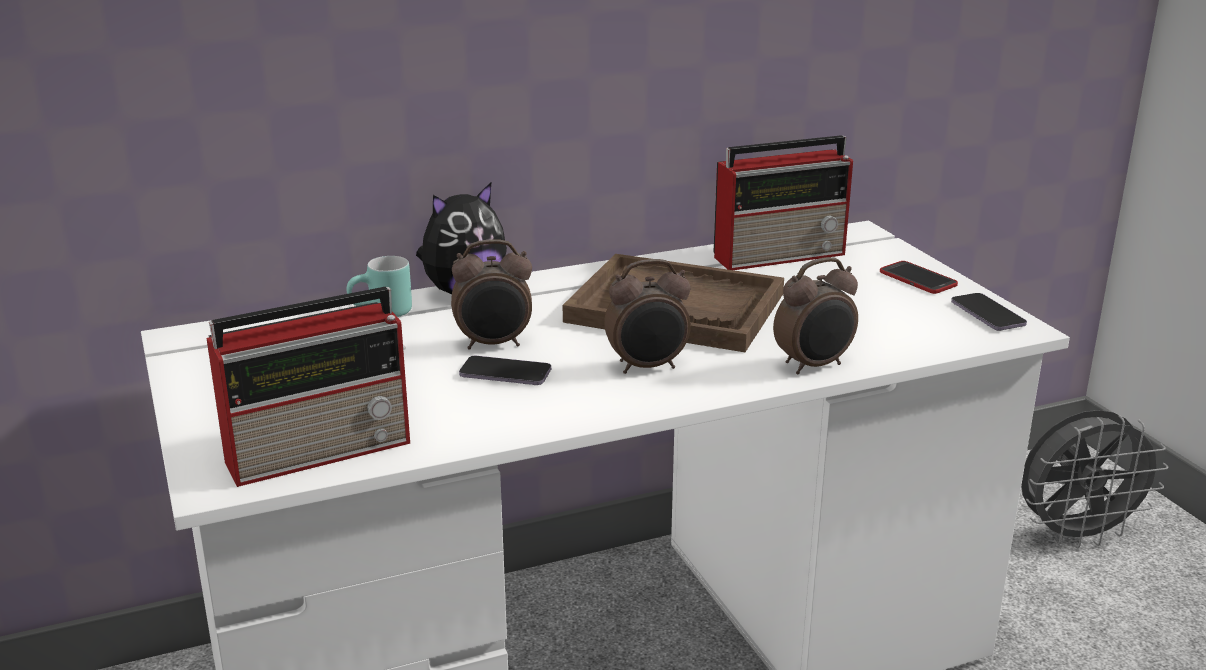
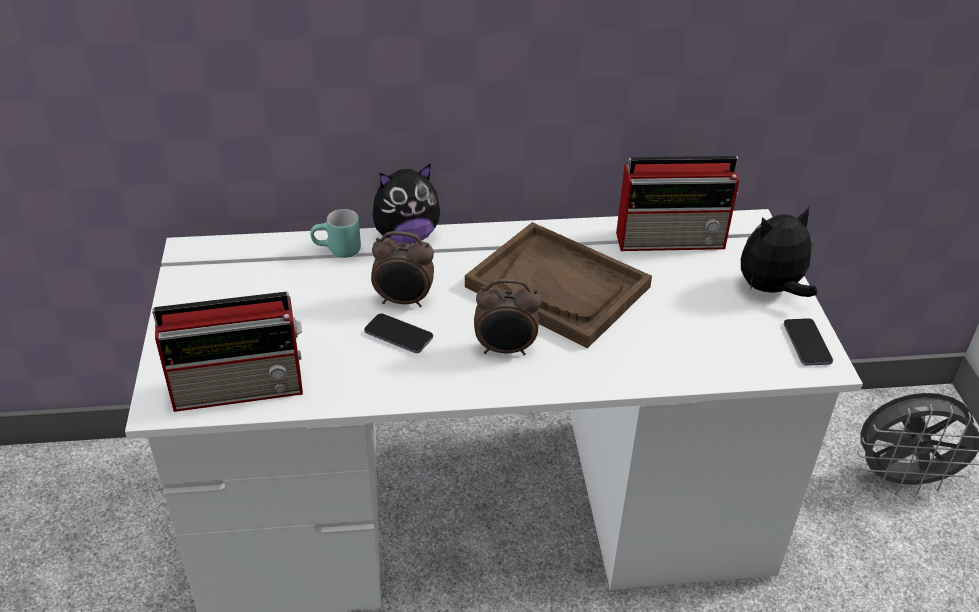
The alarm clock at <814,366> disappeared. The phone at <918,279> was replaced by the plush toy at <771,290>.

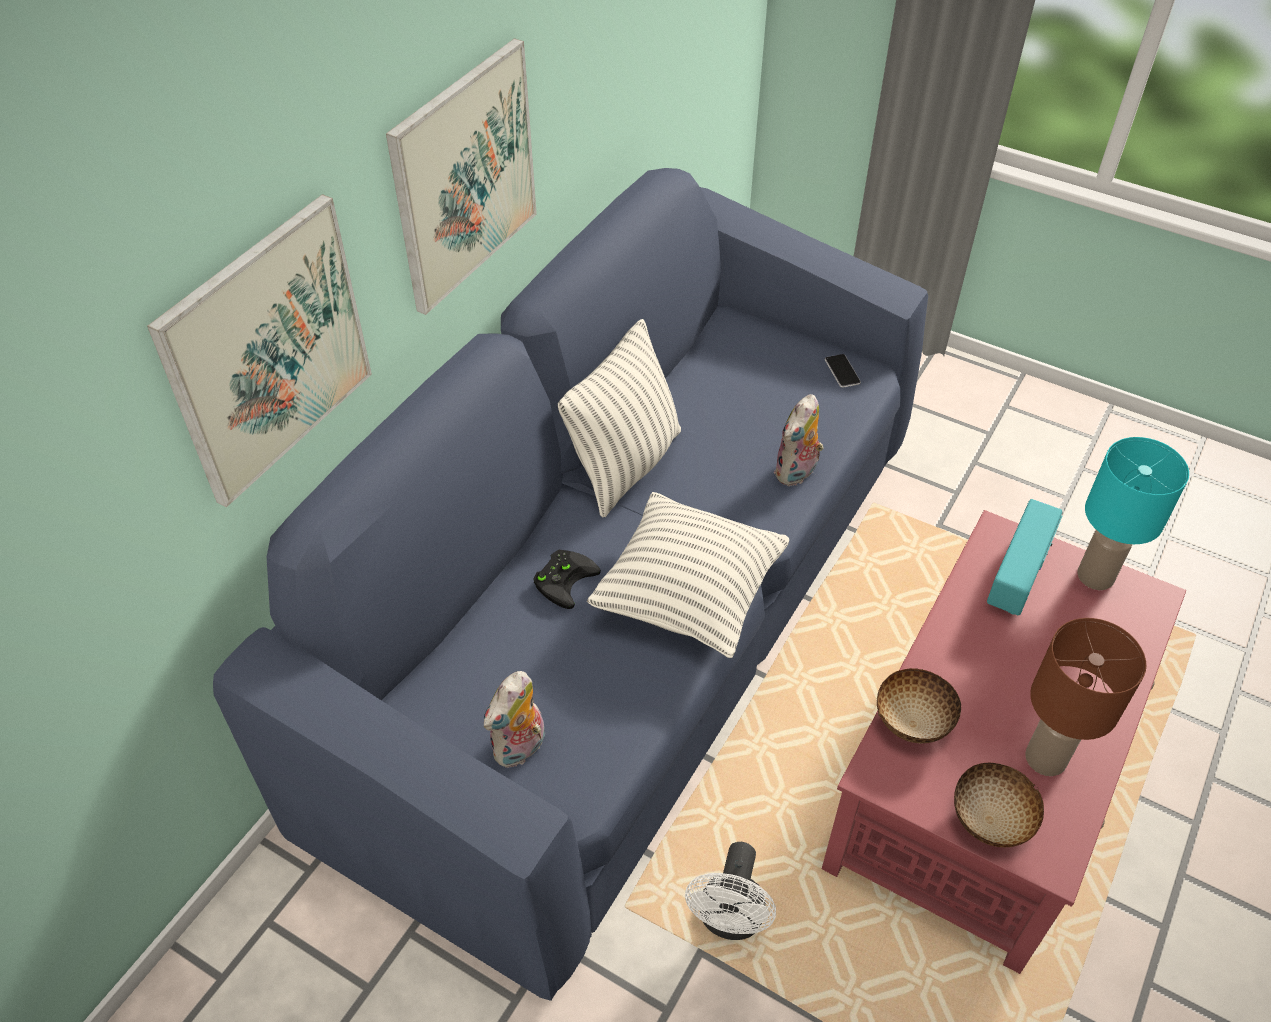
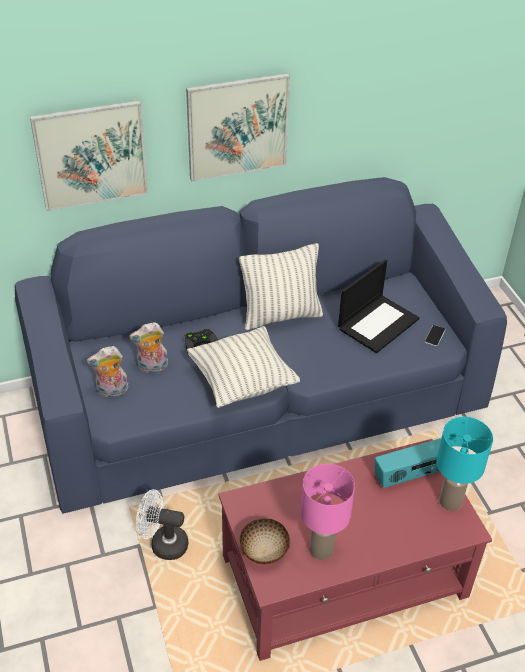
The bowl at <912,722> disappeared. The laptop at <378,323> appeared. The plush toy moved from <797,473> to <152,367>. The brown table lamp at <1044,757> became the pink table lamp at <321,549>. The white fan at <730,920> turned 45 degrees clockwise.

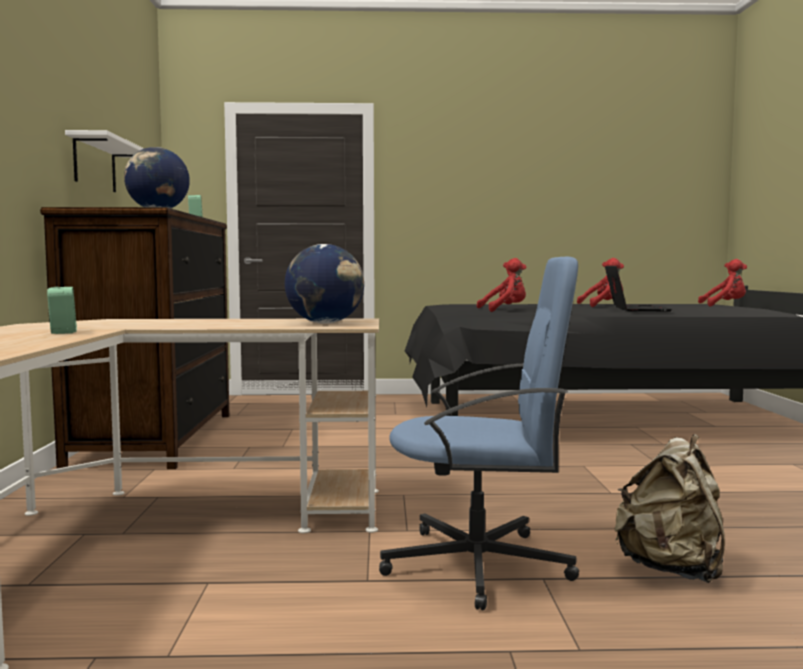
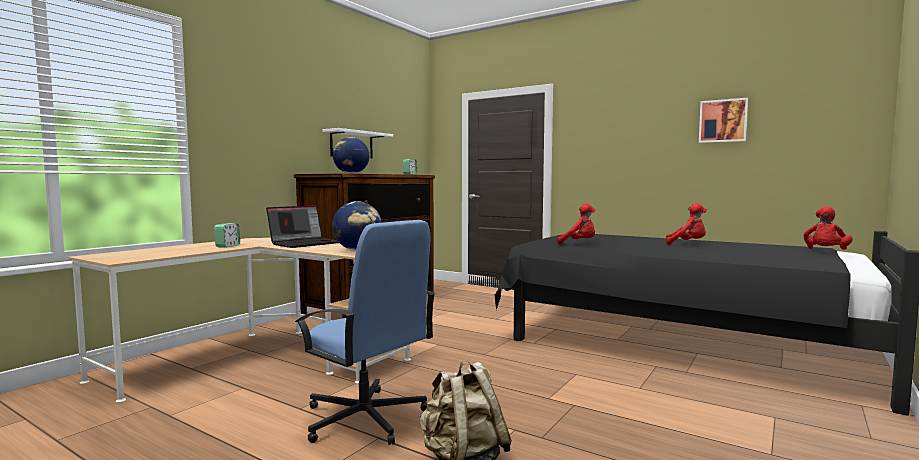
The picture at <723,121> appeared. The laptop moved from <635,309> to <305,243>. The red plush toy at <725,305> turned 90 degrees clockwise.

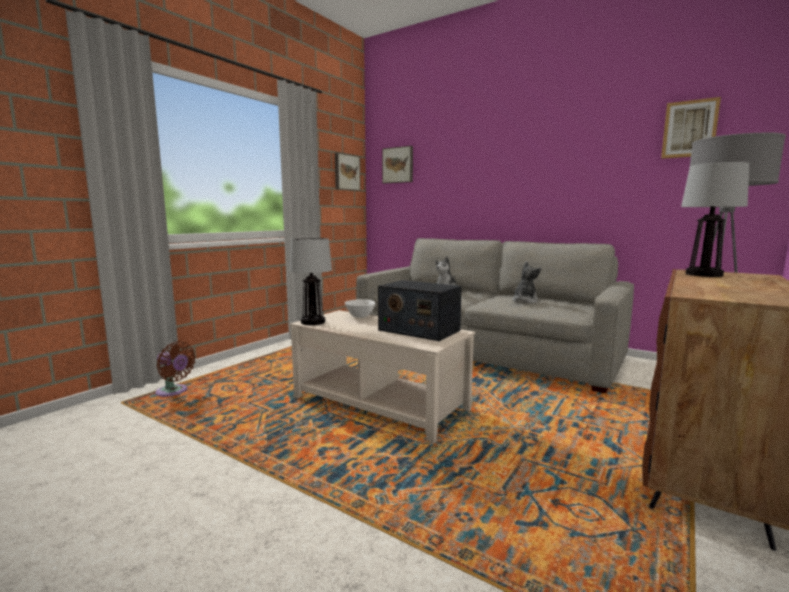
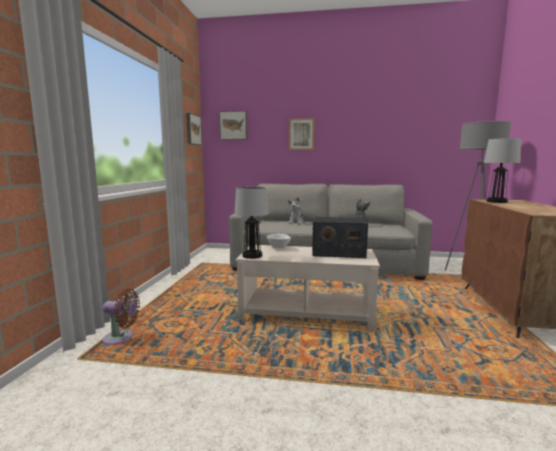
The picture moved from <689,129> to <301,134>.

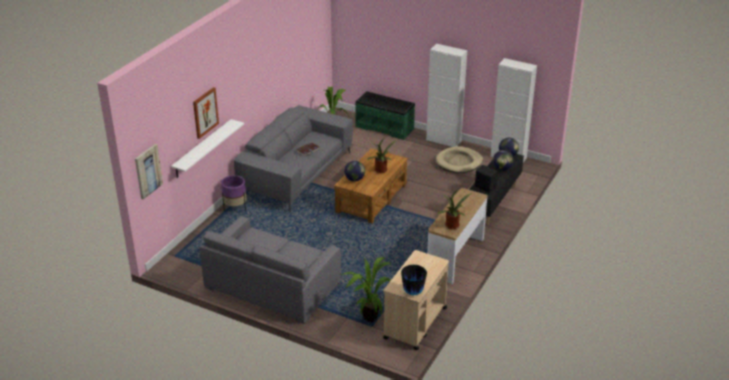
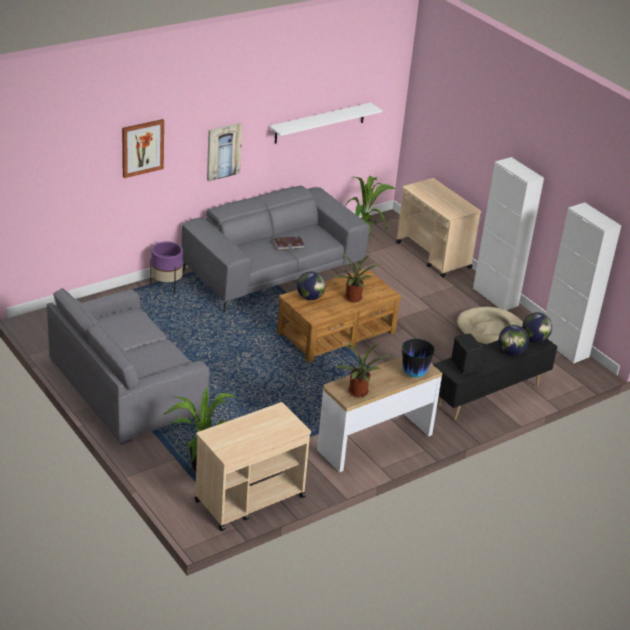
The picture moved from <148,171> to <223,151>. The white shelf moved from <202,148> to <320,123>. The vase moved from <413,292> to <414,374>. The green bench at <385,127> was replaced by the beige cart at <433,255>.

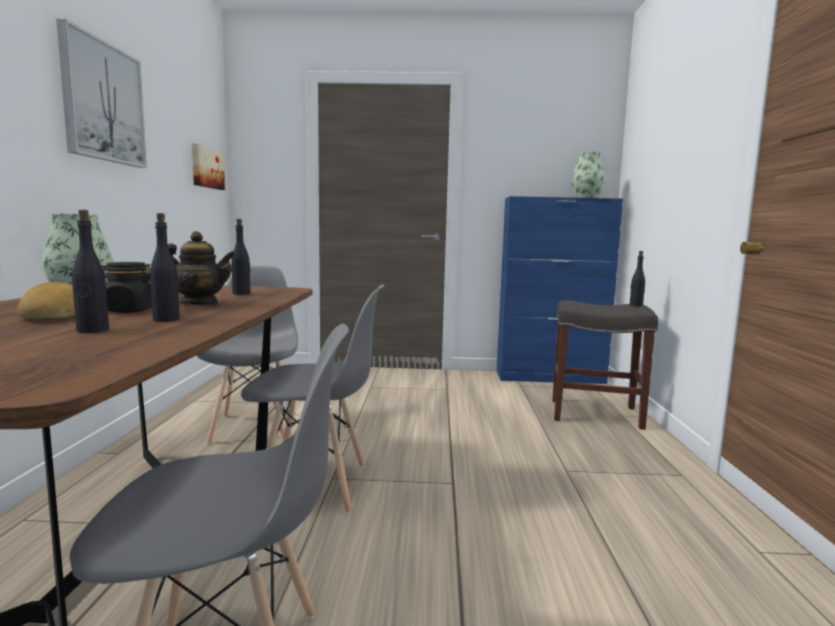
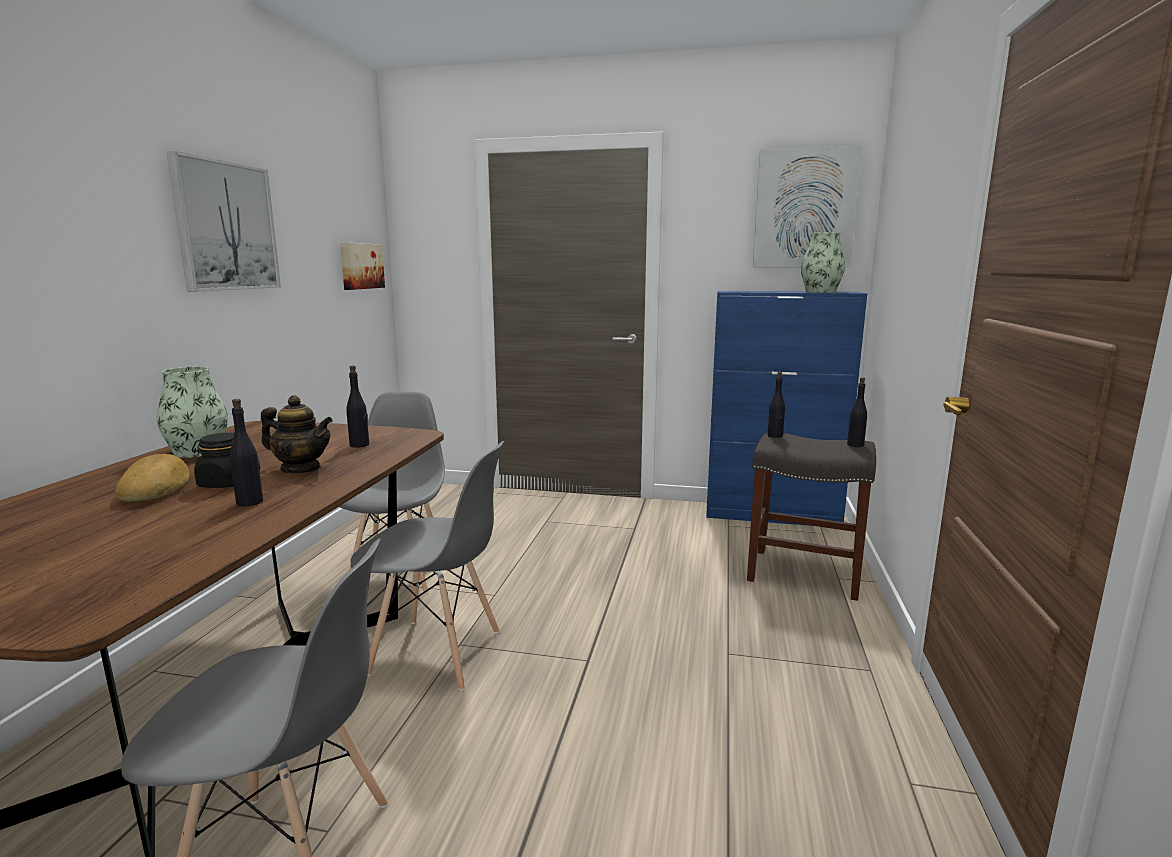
The picture at <804,209> appeared. The black bottle moved from <92,330> to <775,436>.

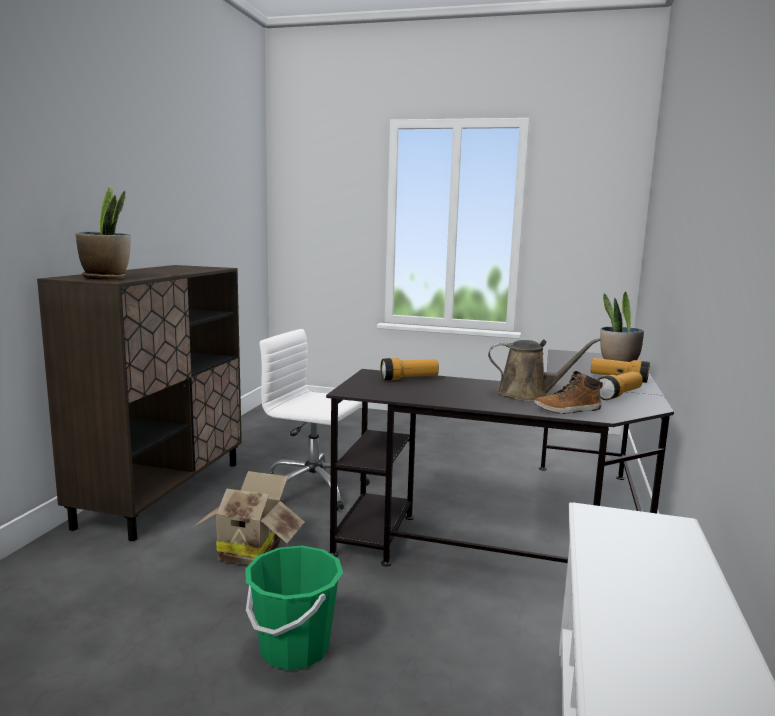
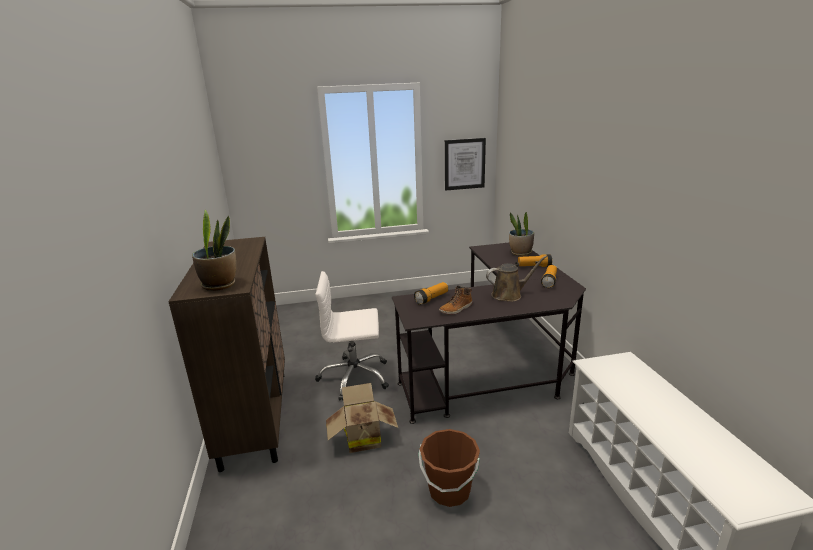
The picture at <464,164> appeared. The boot moved from <568,410> to <456,309>. The green bucket at <294,648> became the brown bucket at <449,490>.

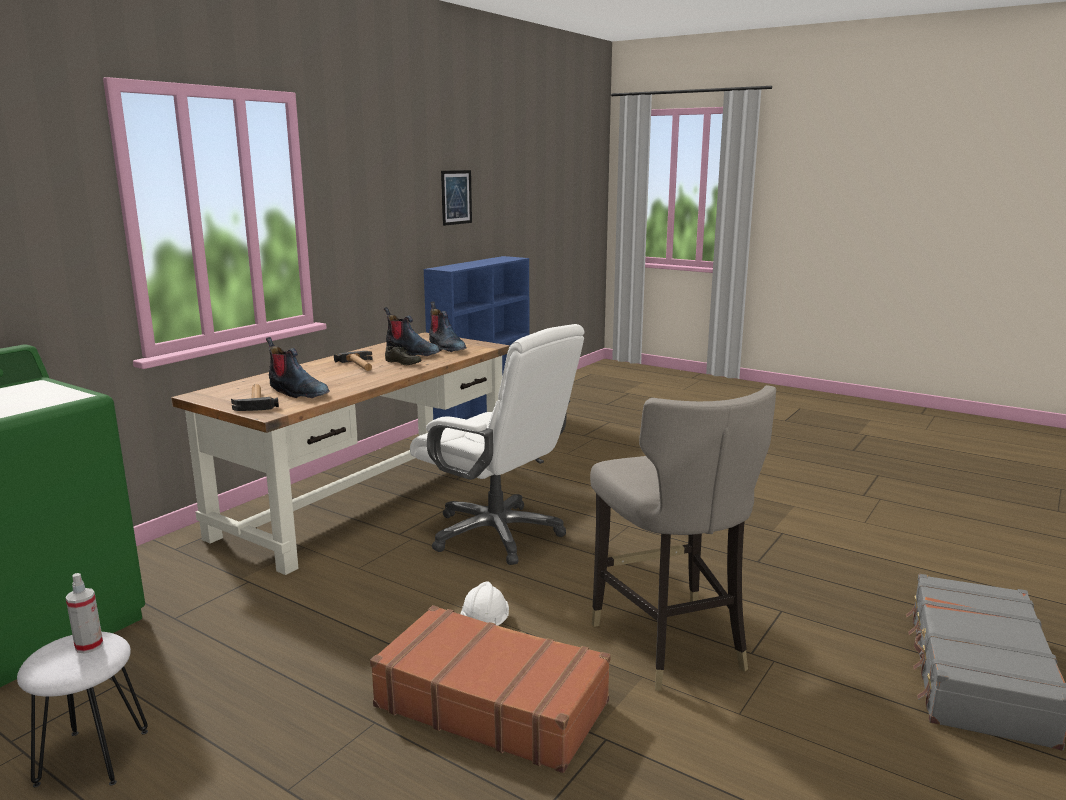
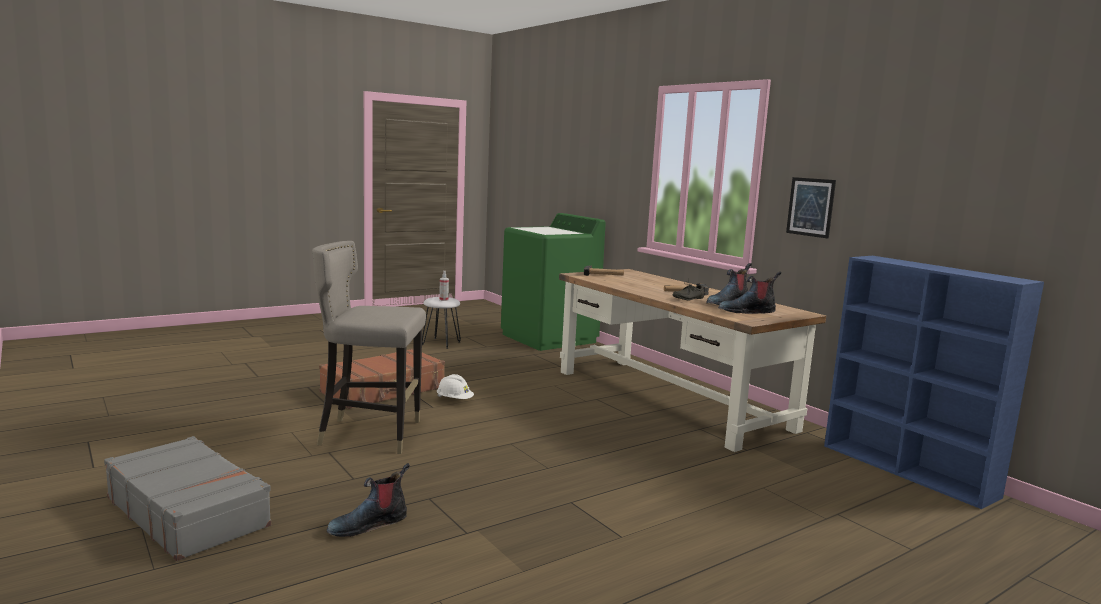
The white office chair at <497,534> disappeared. The boot moved from <297,392> to <368,524>. The picture moved from <456,197> to <810,207>.

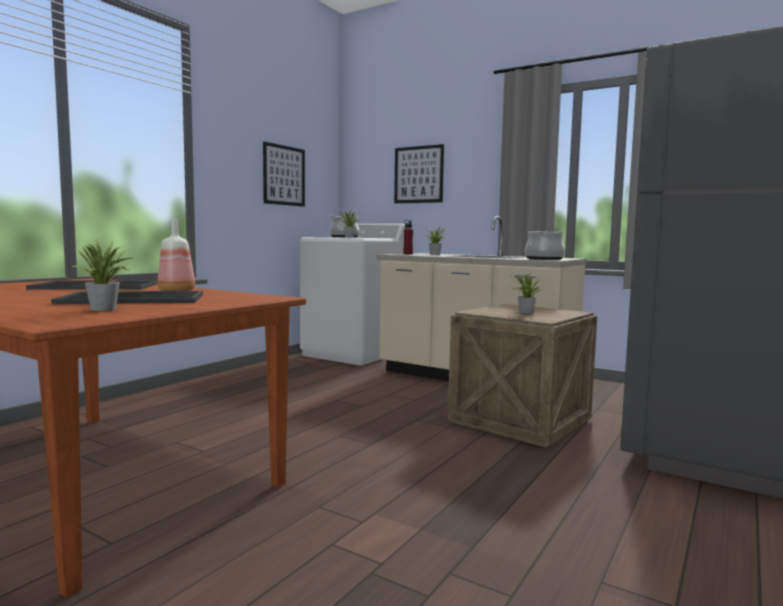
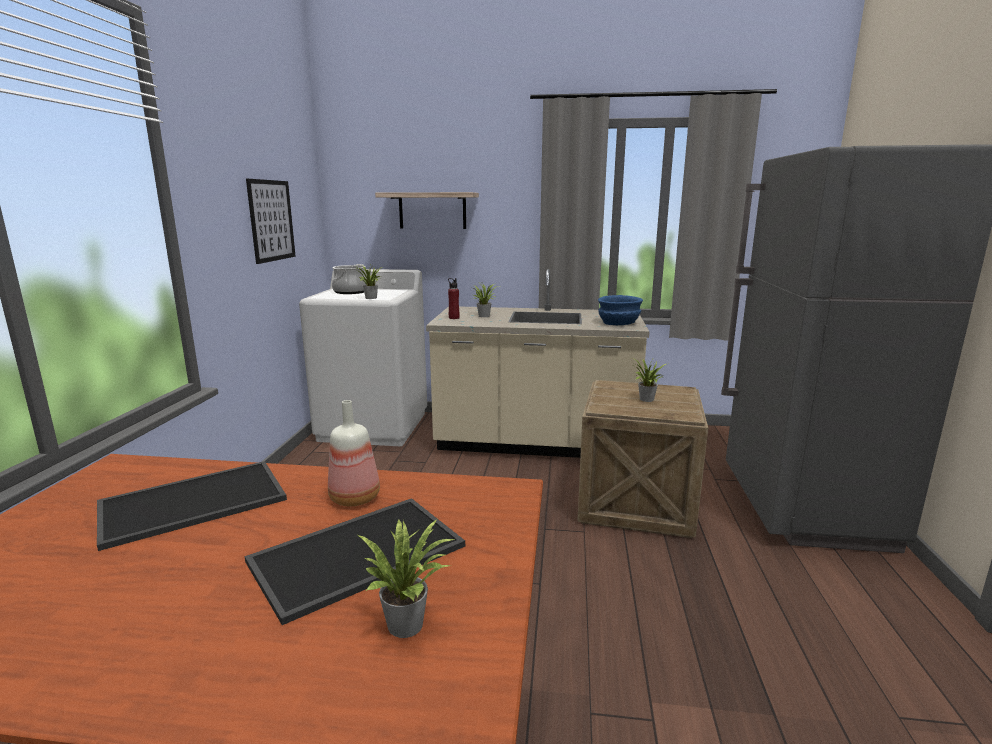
The picture at <418,174> was replaced by the shelf at <432,210>. The cooking pot at <544,259> was replaced by the blue bowl at <618,323>.

